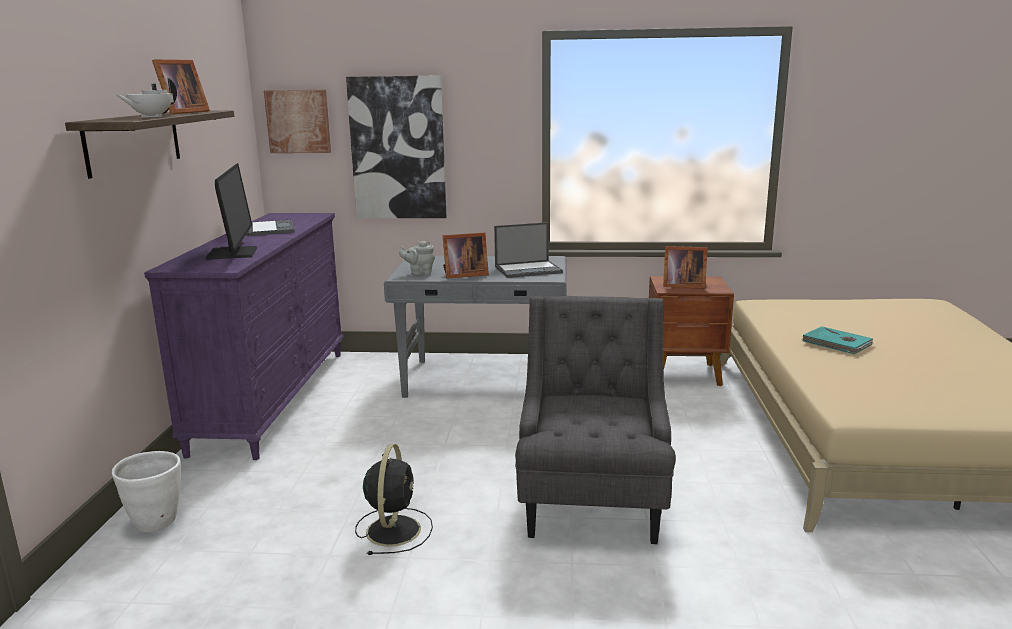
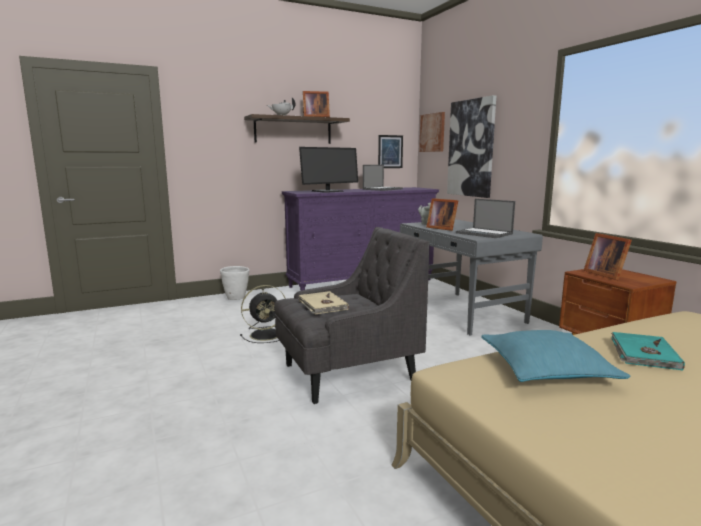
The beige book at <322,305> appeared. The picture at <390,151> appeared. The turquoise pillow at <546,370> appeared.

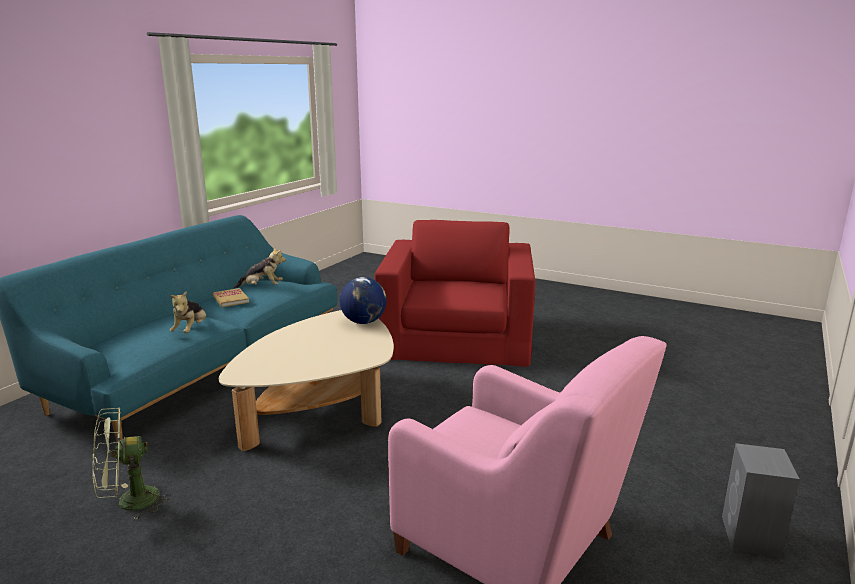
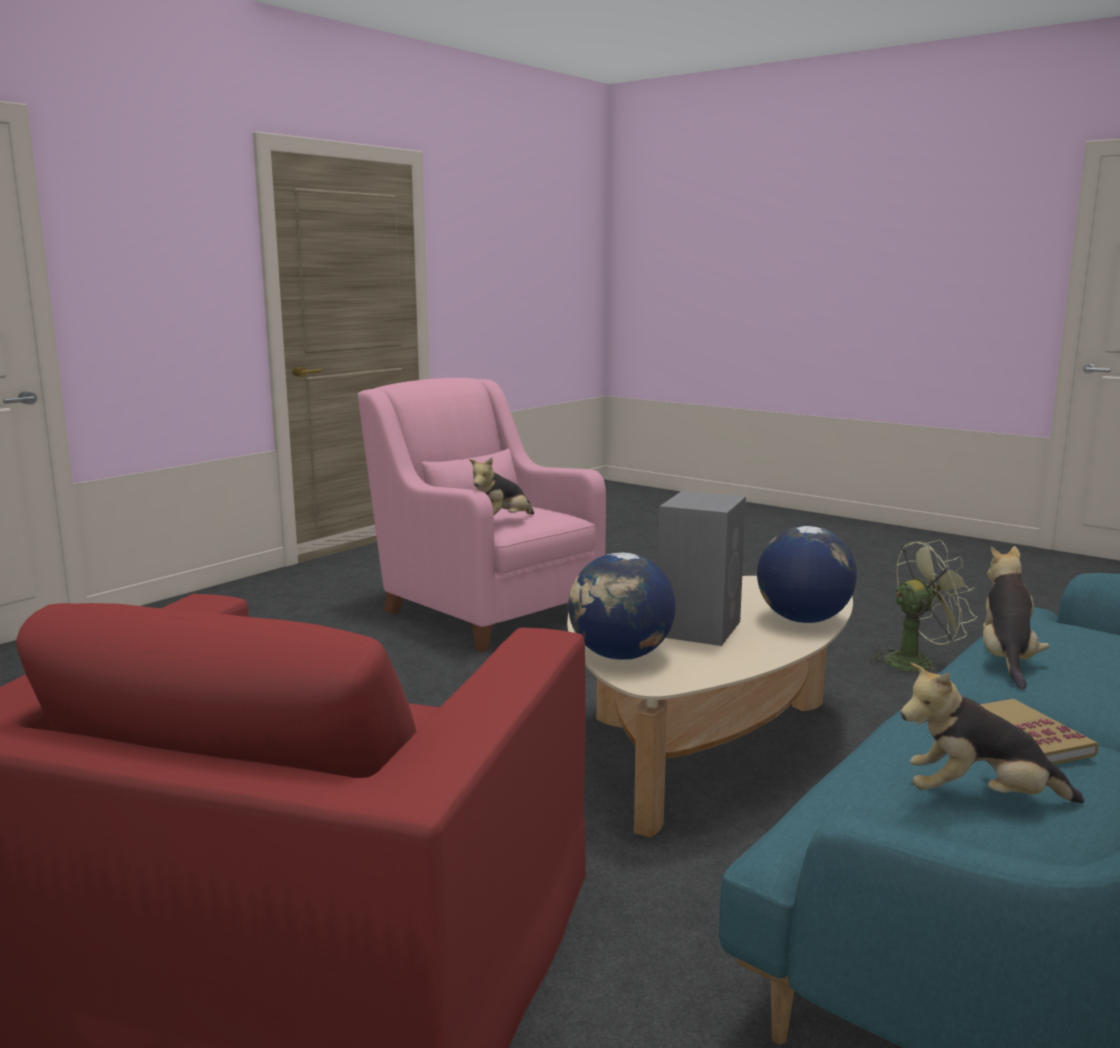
The plush toy at <501,523> appeared. The globe at <802,620> appeared. The grey speaker moved from <751,537> to <699,628>.

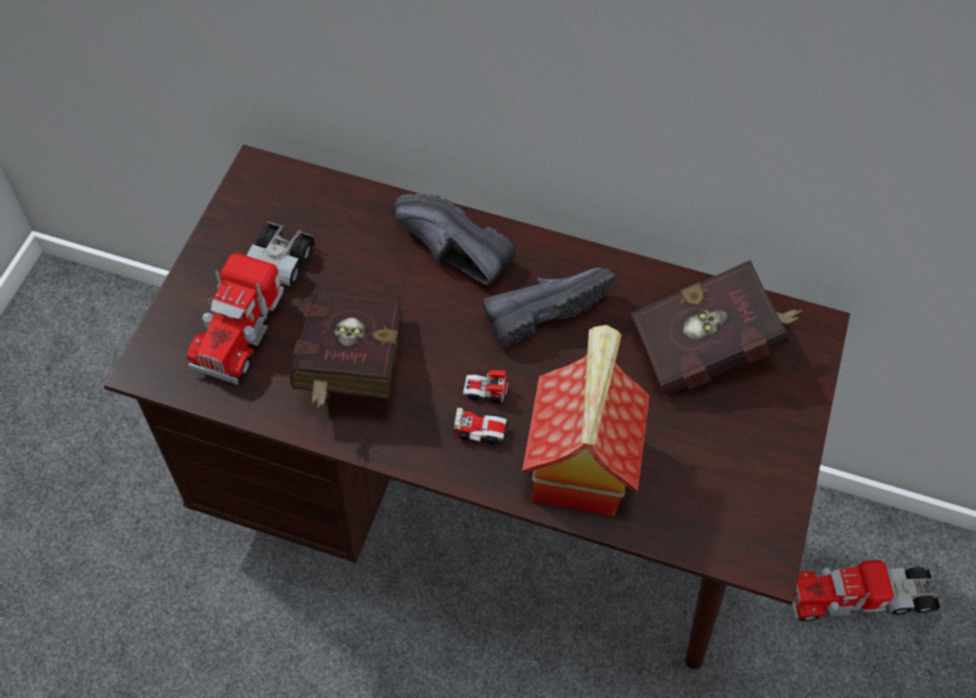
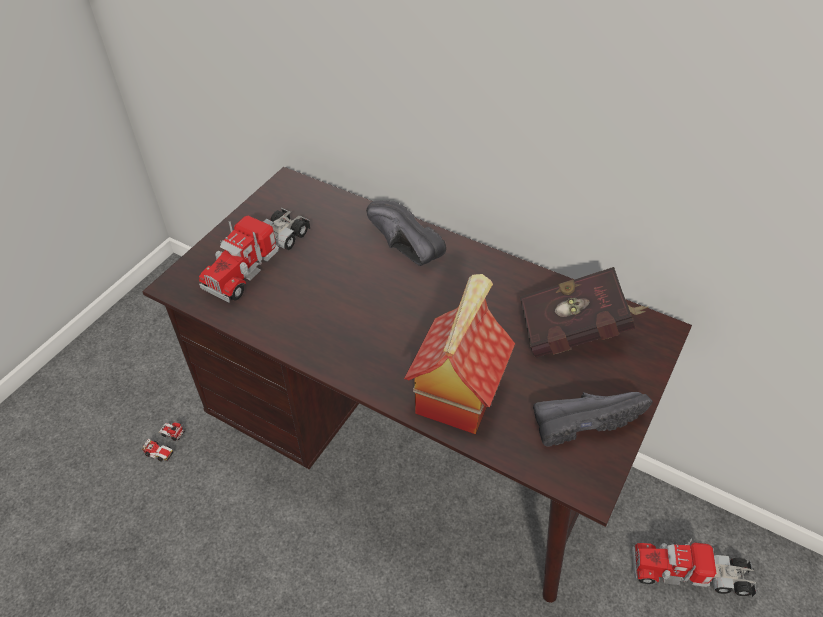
The red book at <348,369> disappeared. The toy car moved from <484,412> to <166,444>. The black shoe moved from <543,309> to <584,420>.

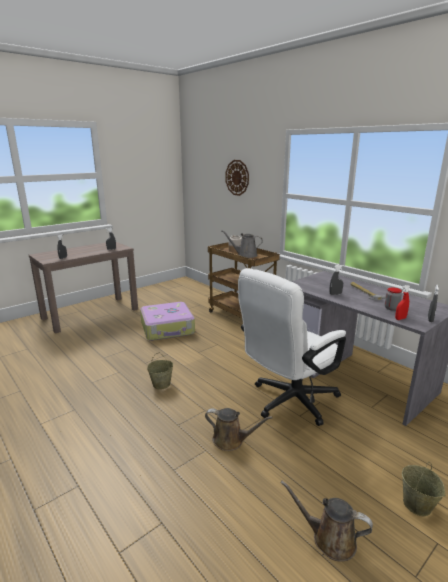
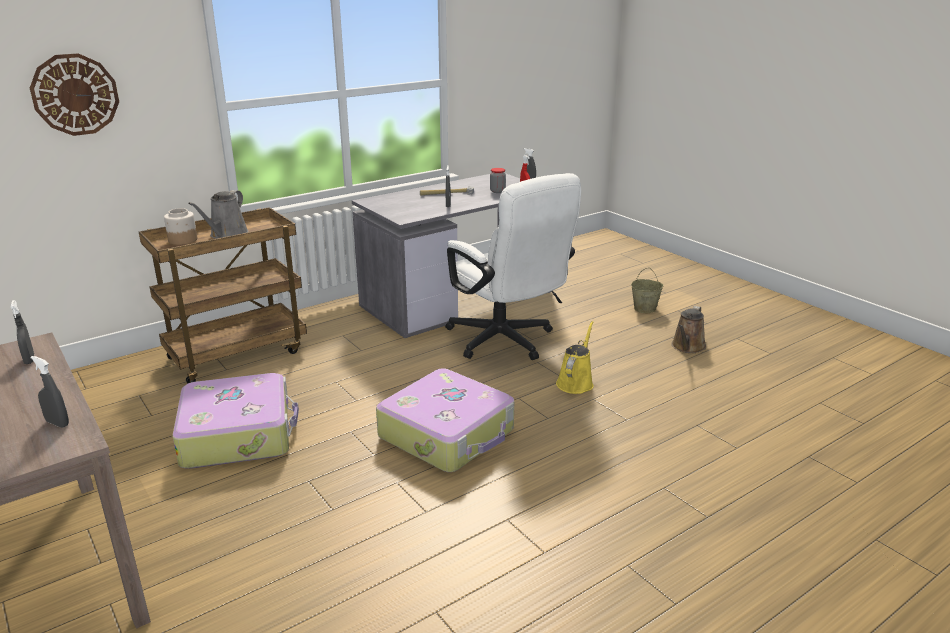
The beige bucket at <162,384> was replaced by the suitcase at <448,434>. The brown watering can at <231,440> became the yellow watering can at <576,382>.

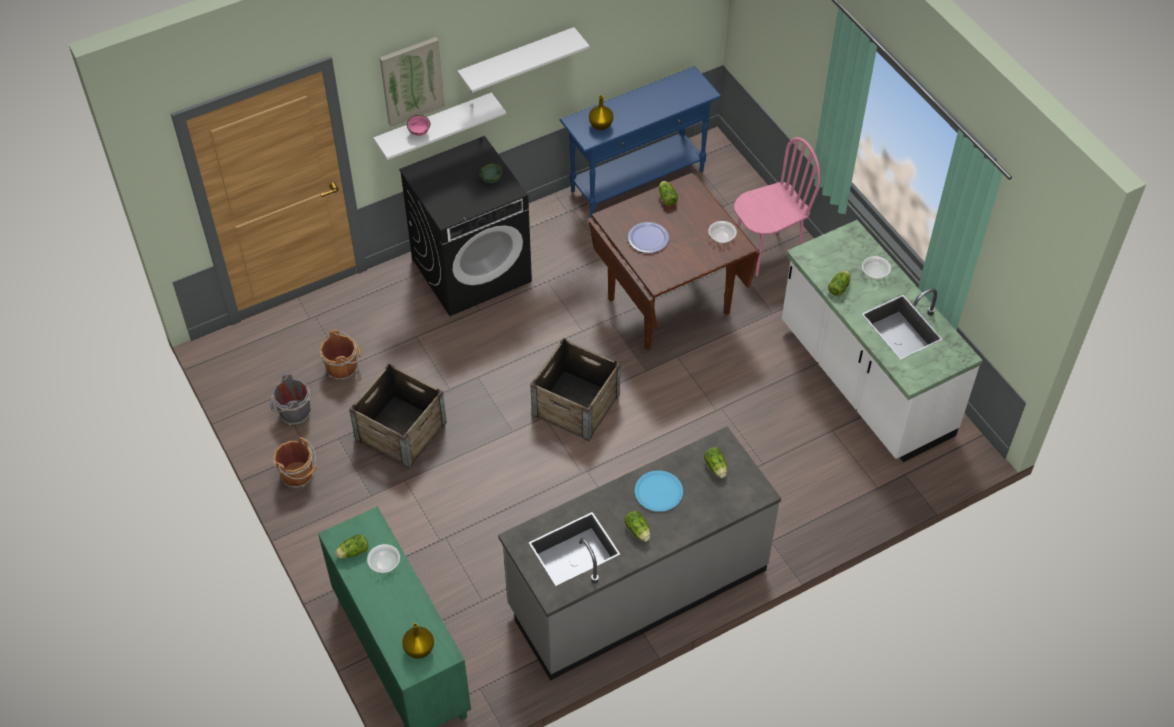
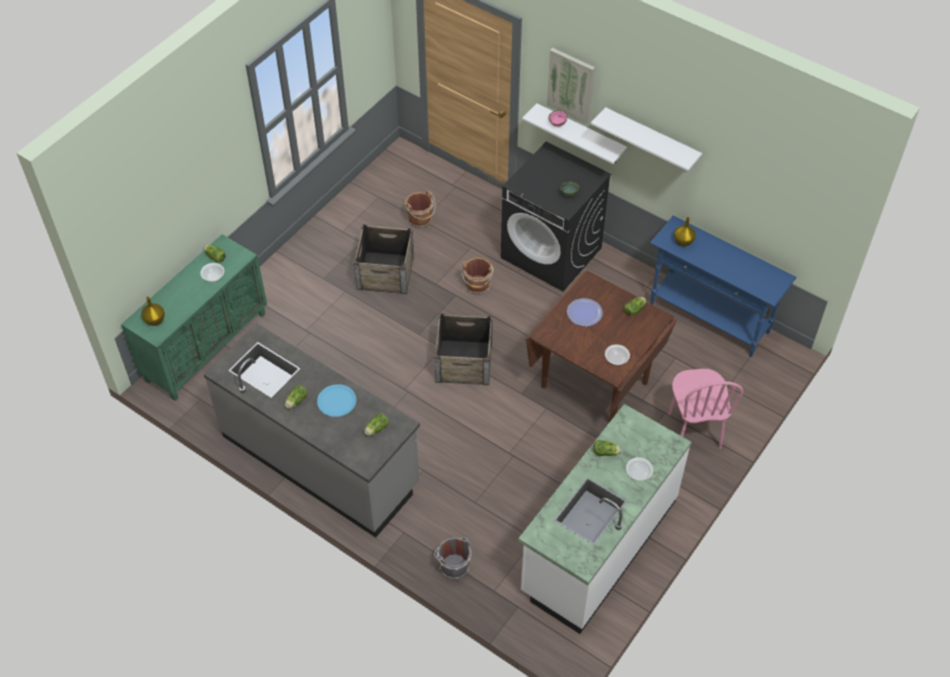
The grey bucket moved from <293,413> to <453,566>. The brown bucket moved from <299,476> to <477,286>. The pink chair at <767,251> turned 45 degrees clockwise.

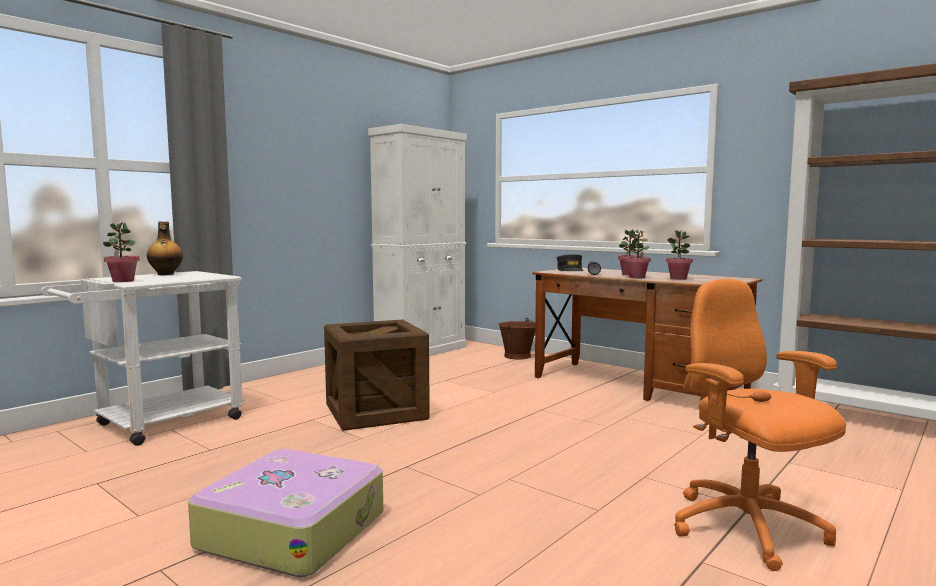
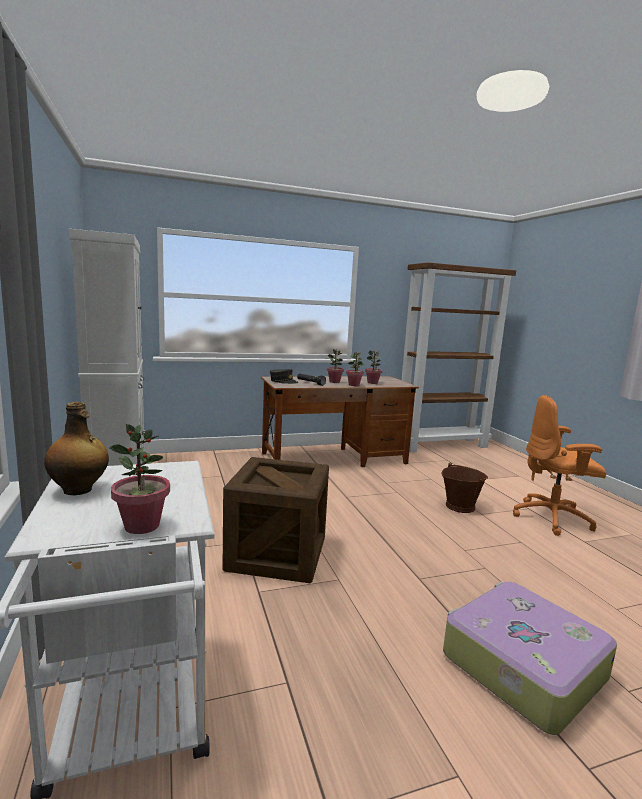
The brown bucket moved from <517,356> to <460,506>.

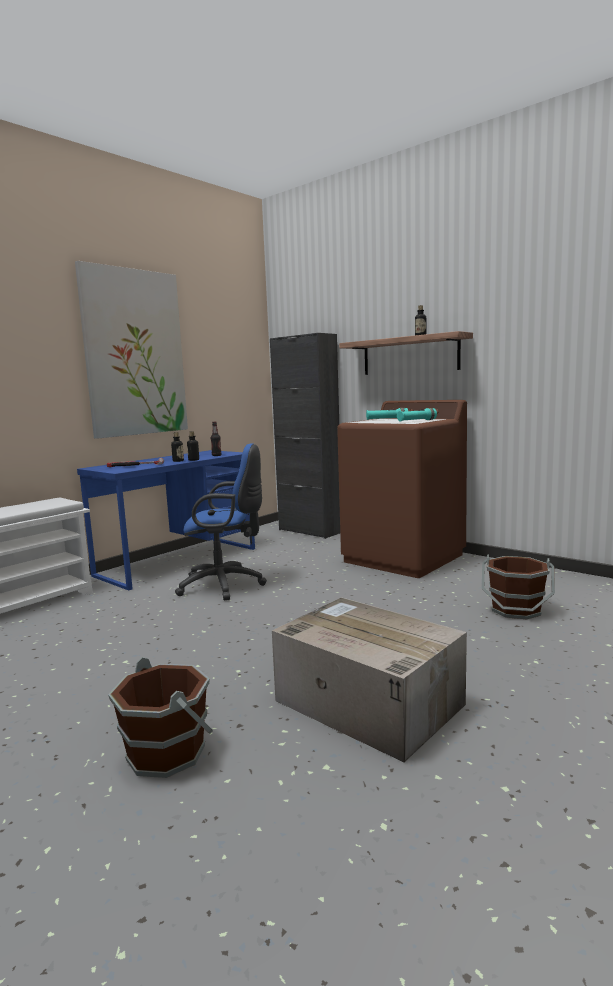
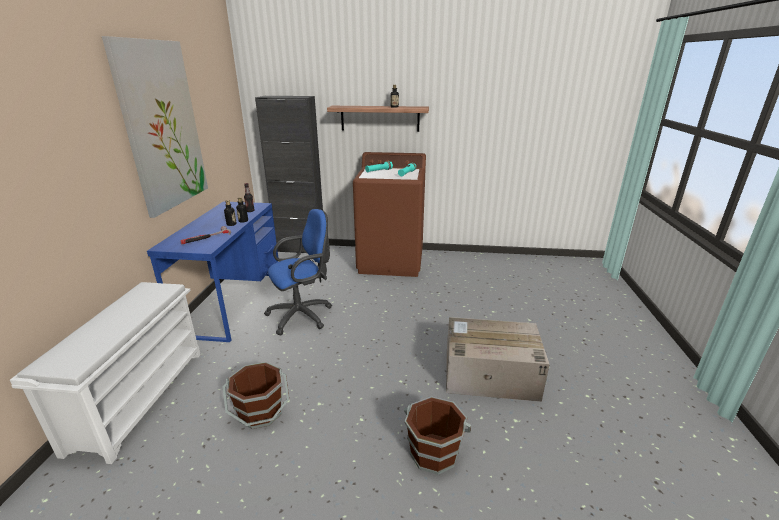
The brown bucket moved from <516,610> to <261,412>.

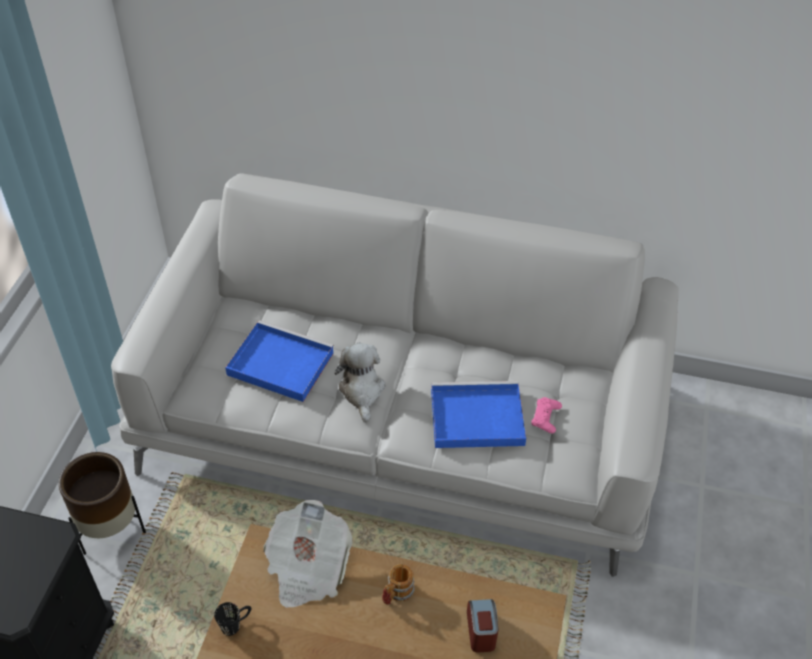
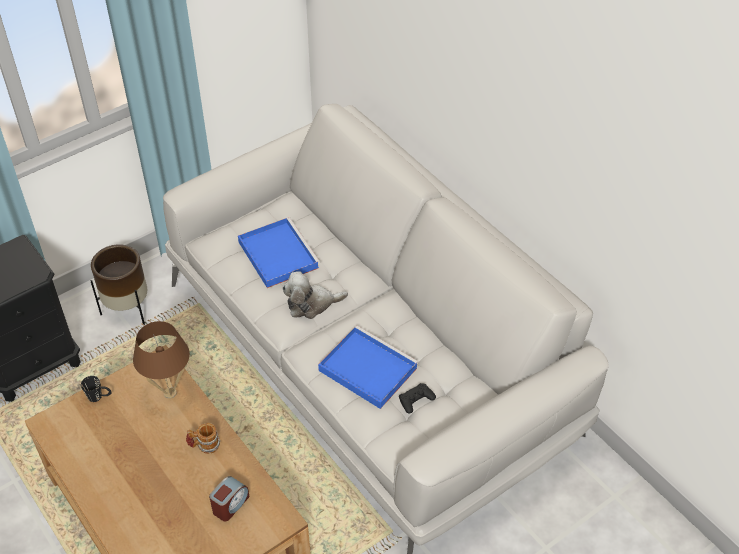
The newspaper at <307,568> was replaced by the brown table lamp at <170,393>. The pink game controller at <546,417> became the black game controller at <416,400>. The plush toy at <361,391> turned 135 degrees counterclockwise.

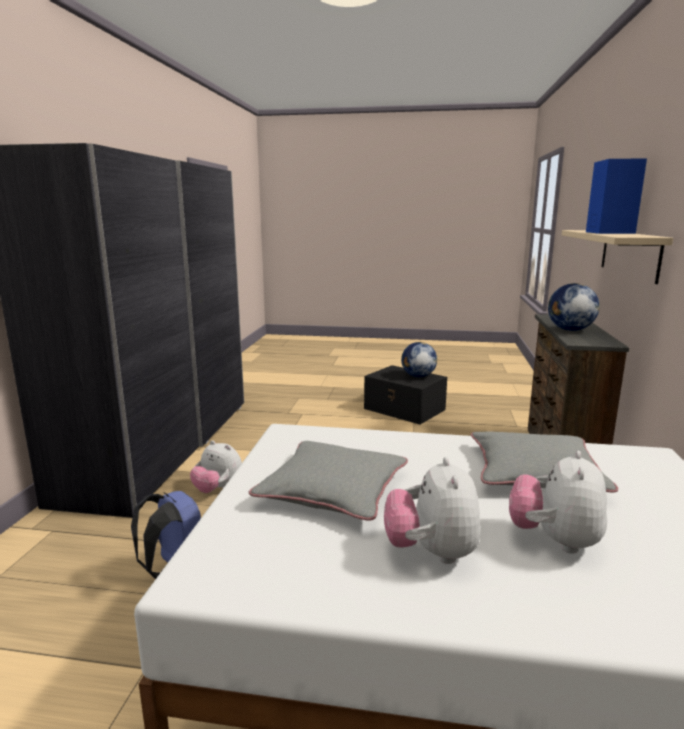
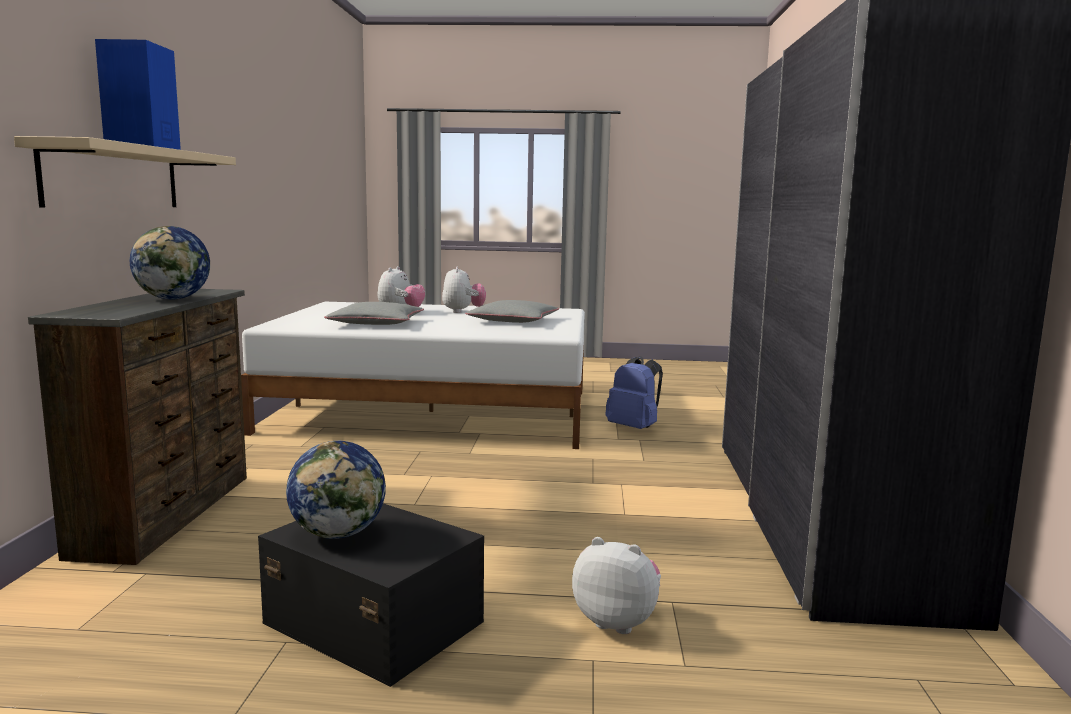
The plush toy moved from <218,489> to <617,621>.

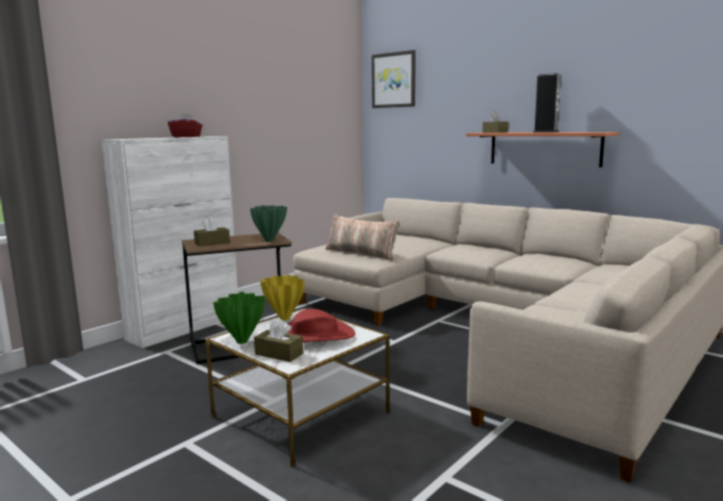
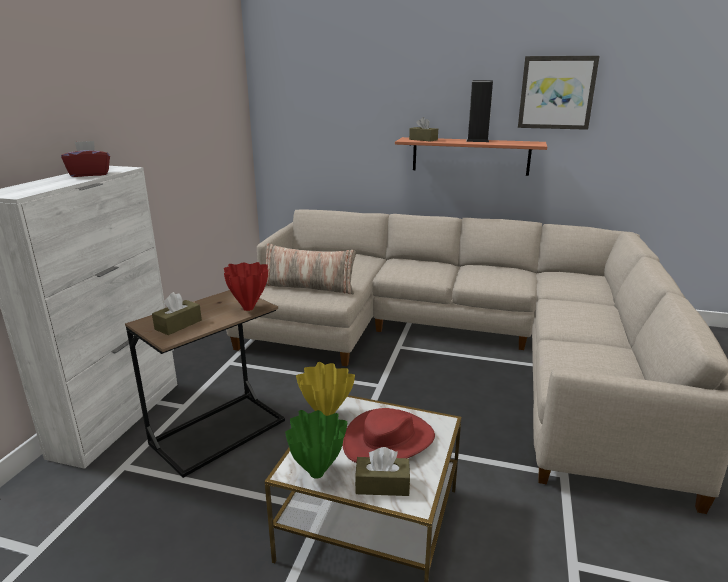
The picture moved from <394,80> to <556,93>. The green vase at <269,241> became the red vase at <249,308>.

